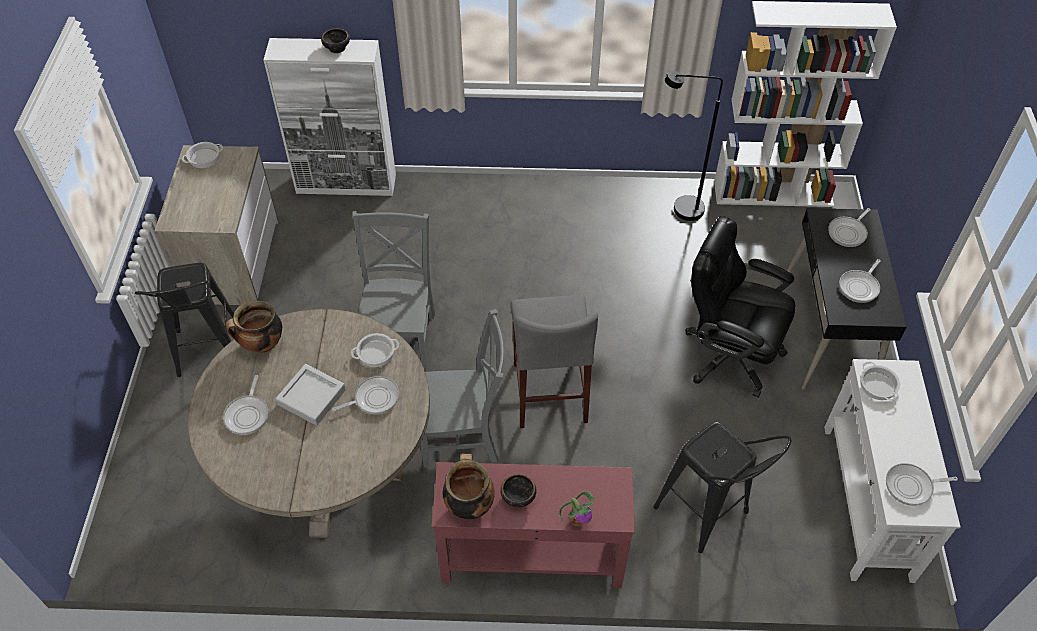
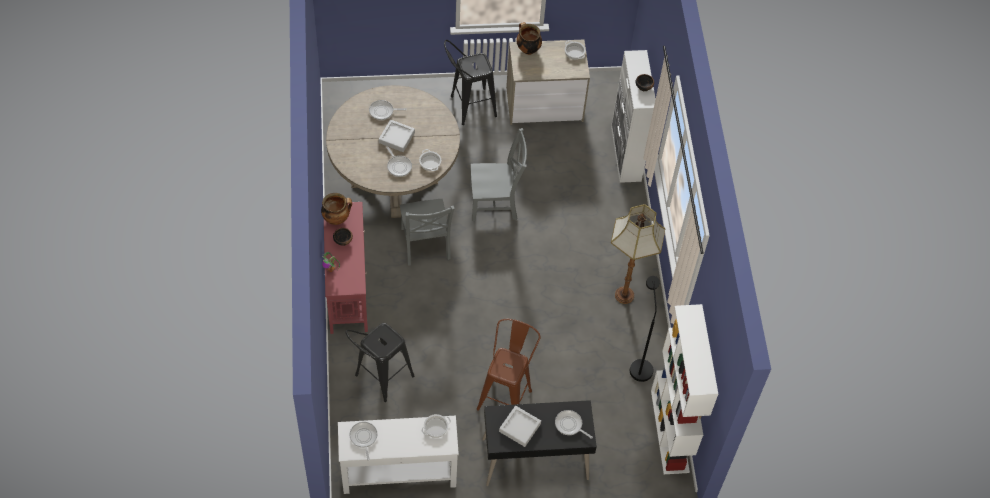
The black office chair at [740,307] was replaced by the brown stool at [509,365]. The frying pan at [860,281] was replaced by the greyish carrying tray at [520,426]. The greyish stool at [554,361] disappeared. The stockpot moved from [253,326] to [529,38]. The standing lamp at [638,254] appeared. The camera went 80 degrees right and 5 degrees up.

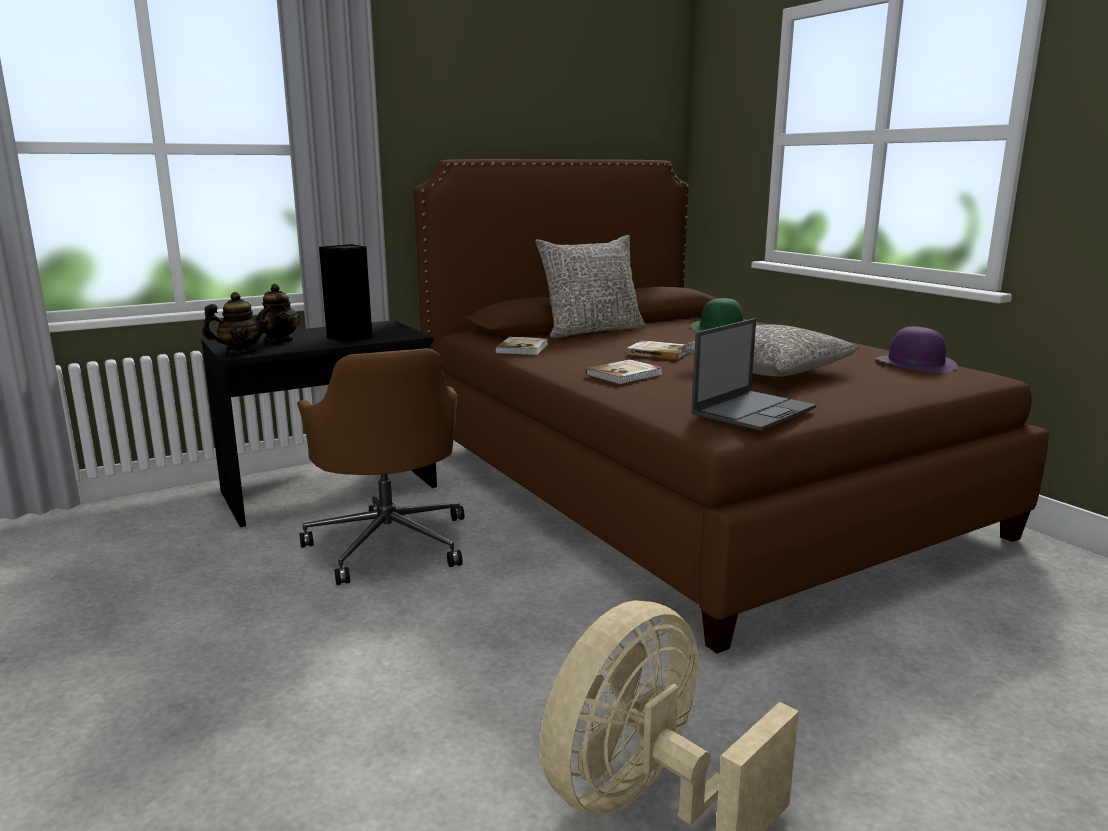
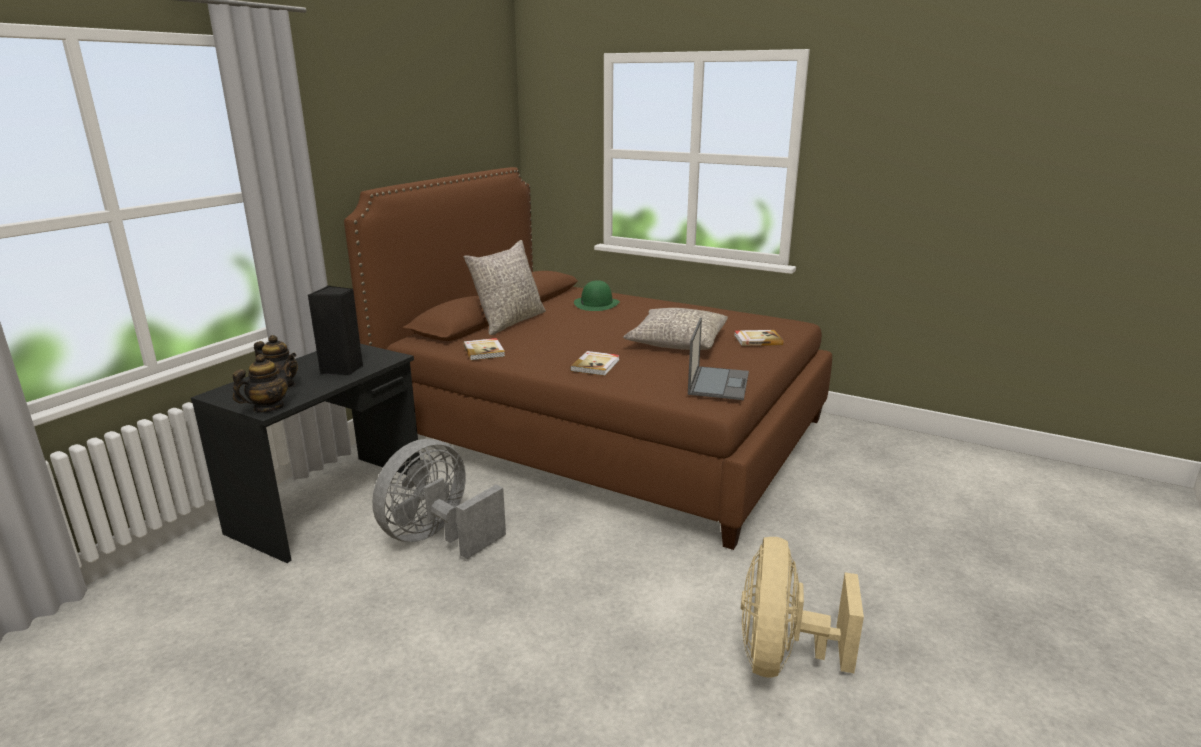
The purple-coloured hat at [917,349] disappeared. The volume moved from [657,350] to [759,338]. The brown office chair at [380,466] was replaced by the greyish electric fan at [439,499]. The camera went 30 degrees left and 5 degrees up.

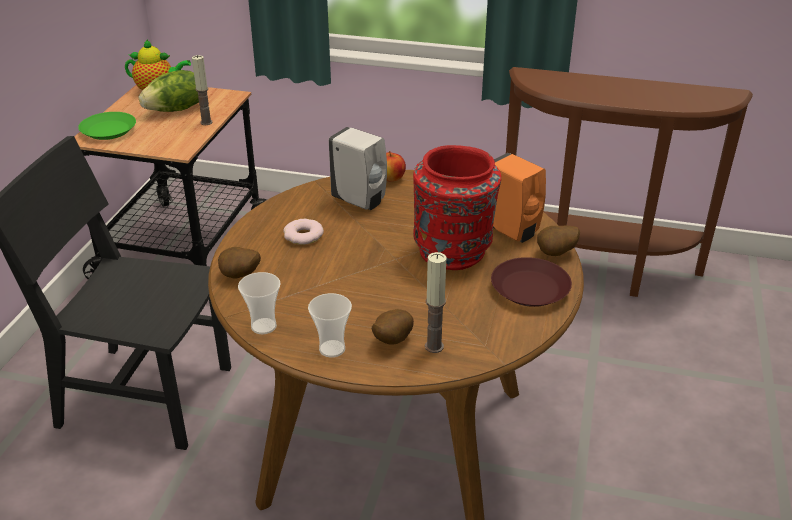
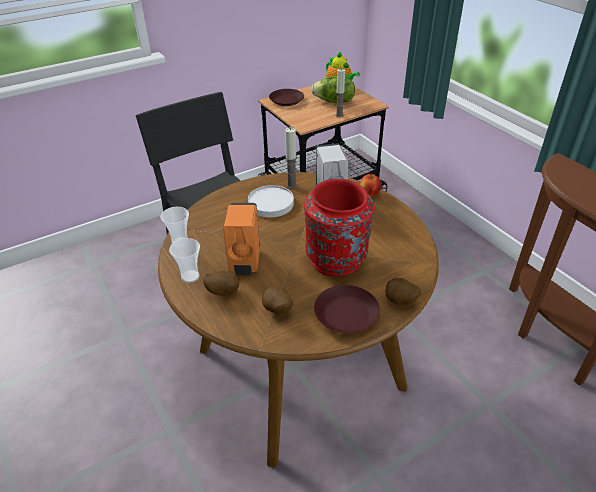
The green-coloured plate at [107,126] became the brown plate at [286,97]. The orangey soap dispenser moved from [519,198] to [241,239]. The doughnut at [303,232] was replaced by the white-coloured plate at [271,201]. The spud moved from [239,263] to [277,300]. The wax candle moved from [435,302] to [291,158]. The camera went 45 degrees right and 5 degrees up.

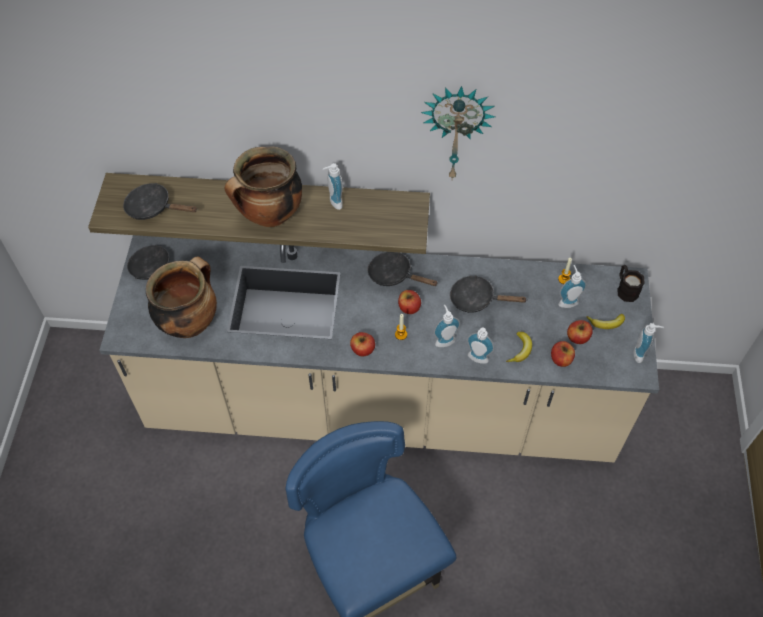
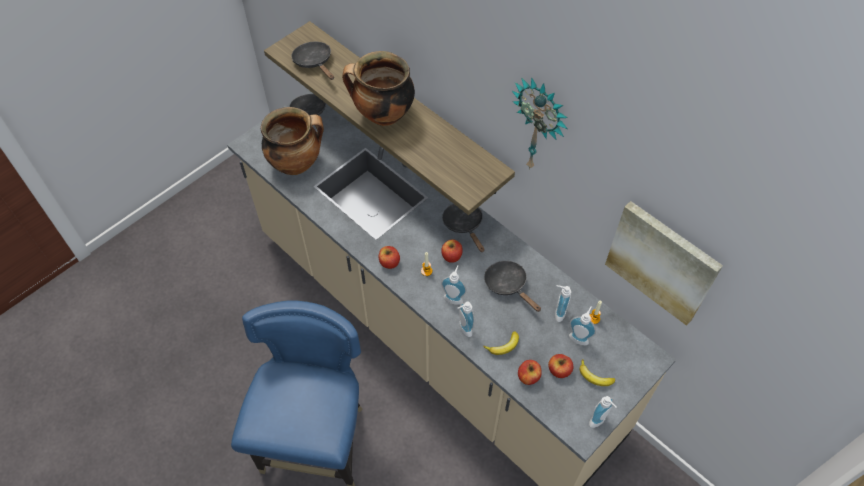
The soap dispenser moved from [333,186] to [563,303]. The black tea mug at [631,283] disappeared. The wall art at [664,263] appeared. The camera went 40 degrees right and 0 degrees up.

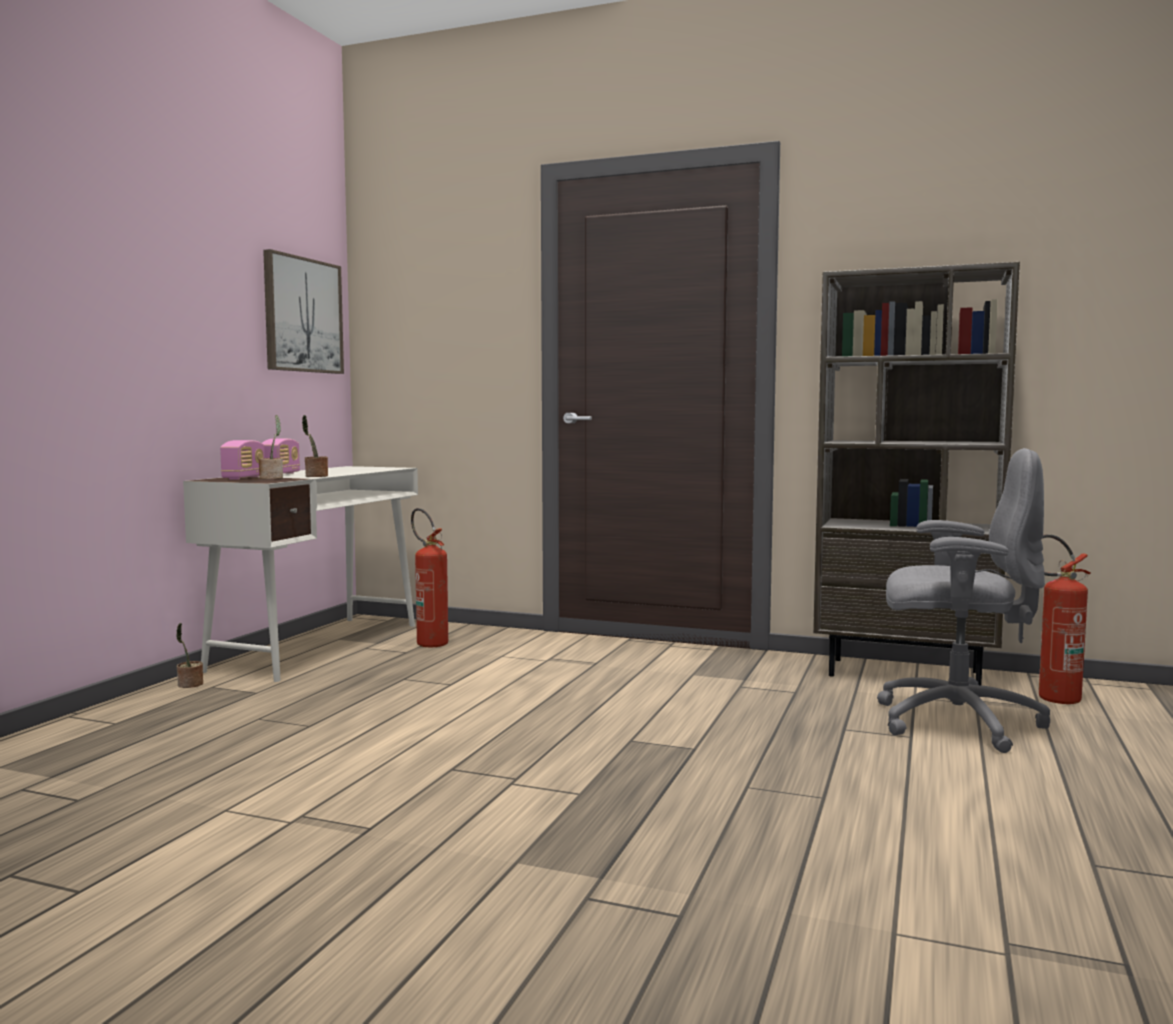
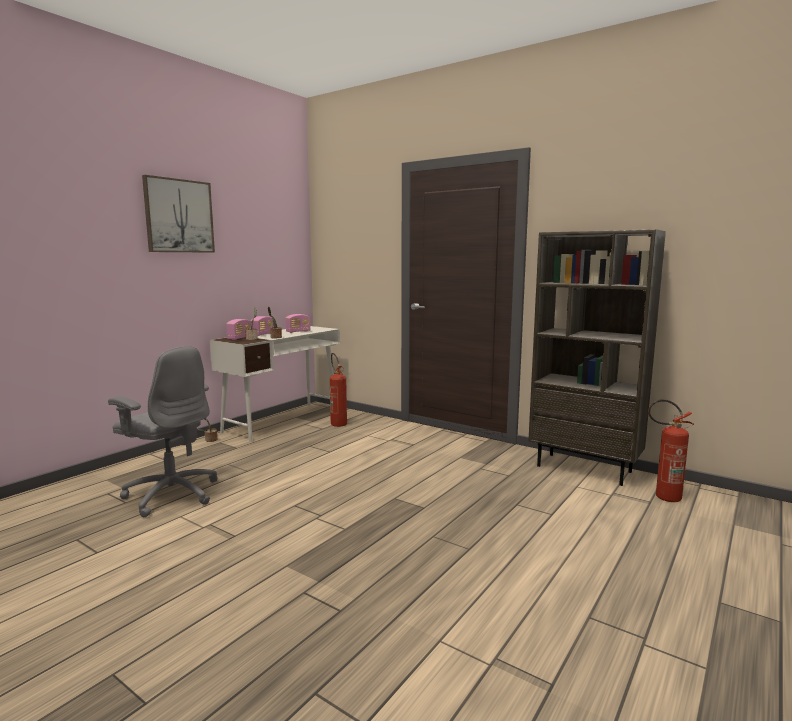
The wall art moved from [303,311] to [178,214]. The greyish office chair moved from [963,600] to [163,431]. The radio at [298,323] appeared. The camera went 15 degrees right and 5 degrees up.

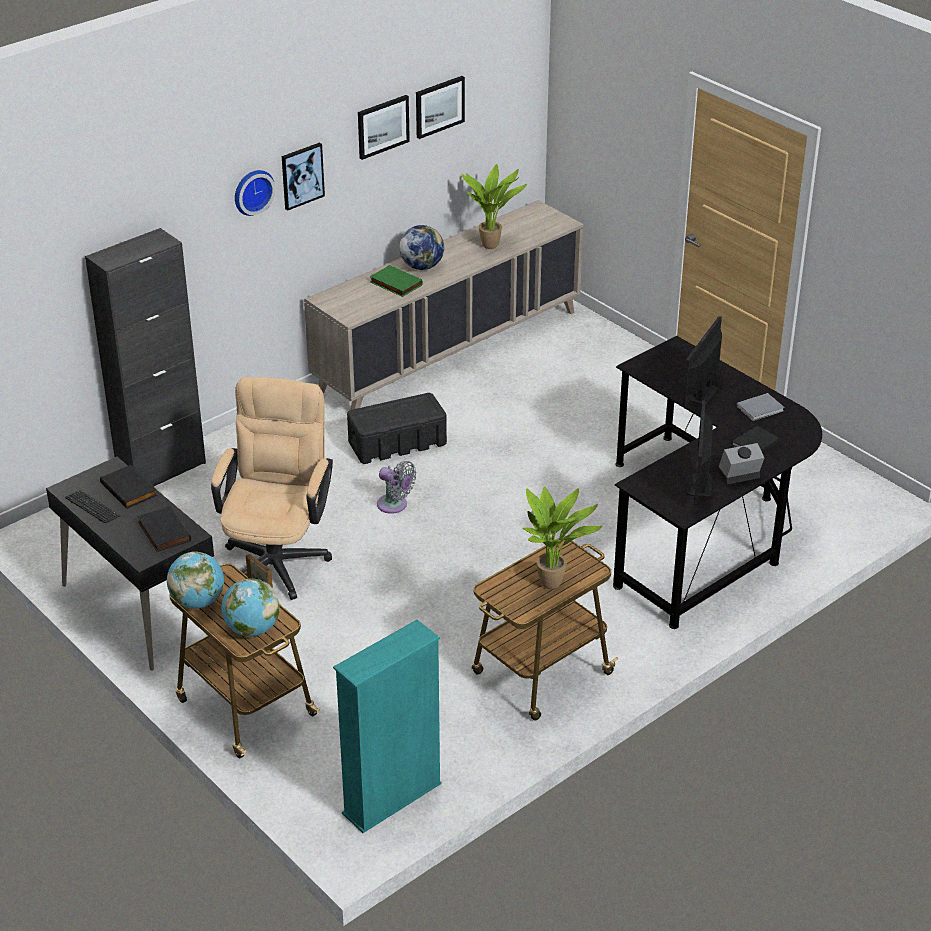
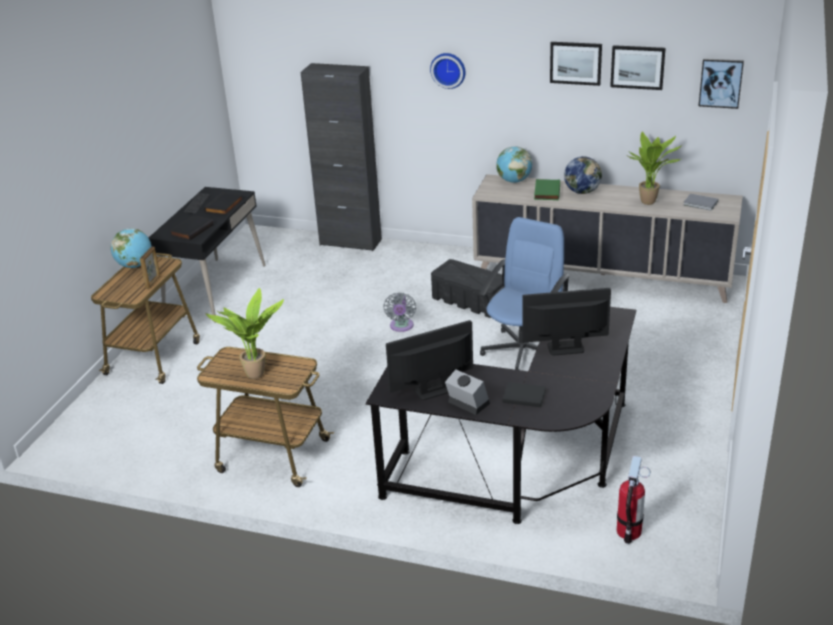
The wall art moved from [303,176] to [721,83]. The beige office chair at [272,488] disappeared. The greyish volume moved from [760,407] to [700,202]. The desk globe moved from [250,607] to [514,164]. The turquoise bookshelf at [387,726] disappeared. The bluish office chair at [524,293] appeared. The fire-fighting cylinder at [633,500] appeared. The camera went 60 degrees right and 5 degrees down.

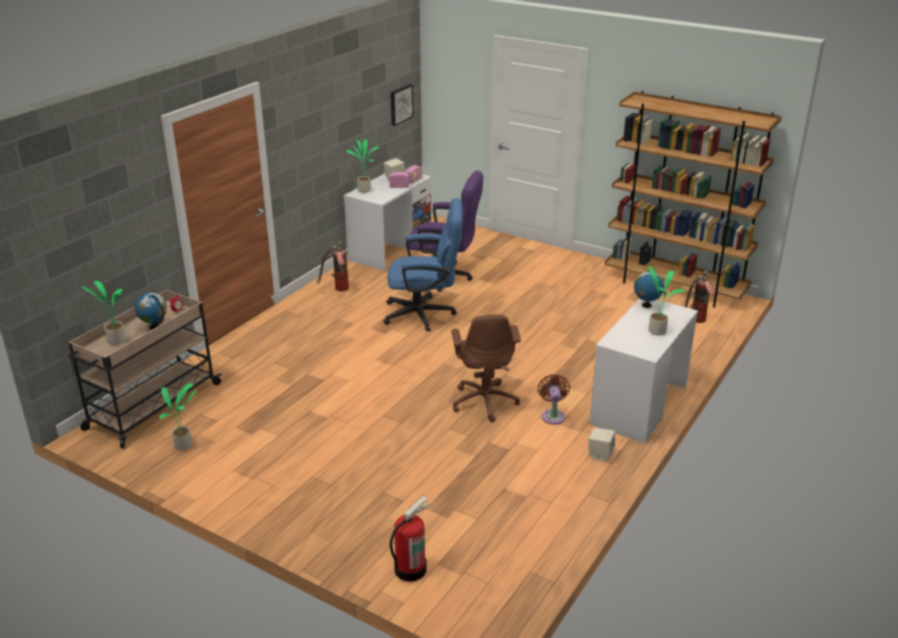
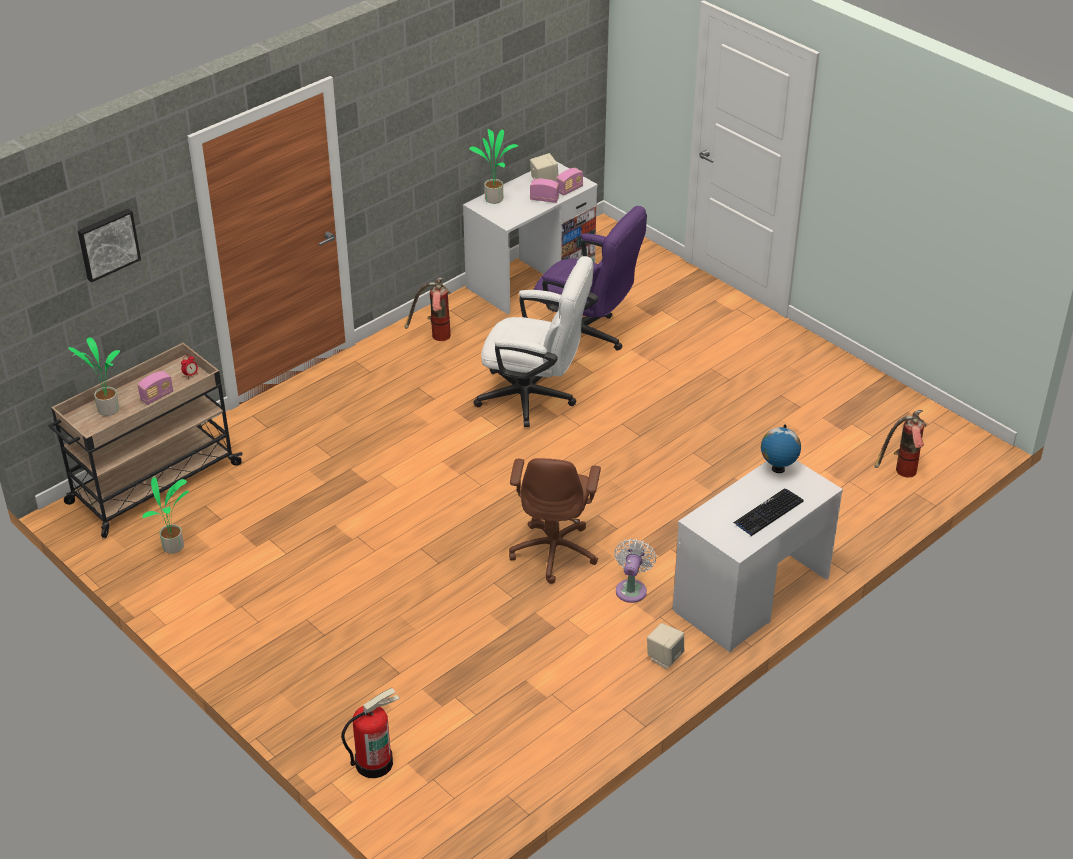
The wall art moved from [402,105] to [109,245]. The brown bookshelf at [693,199] disappeared. The bluish office chair at [423,264] became the white-coloured office chair at [534,341]. The potted plant at [665,301] was replaced by the PC keyboard at [768,512]. The desk globe at [151,311] was replaced by the radio at [155,388]. The brown electric fan at [553,399] became the white-coloured electric fan at [635,570]. The camera went 15 degrees right and 10 degrees up.

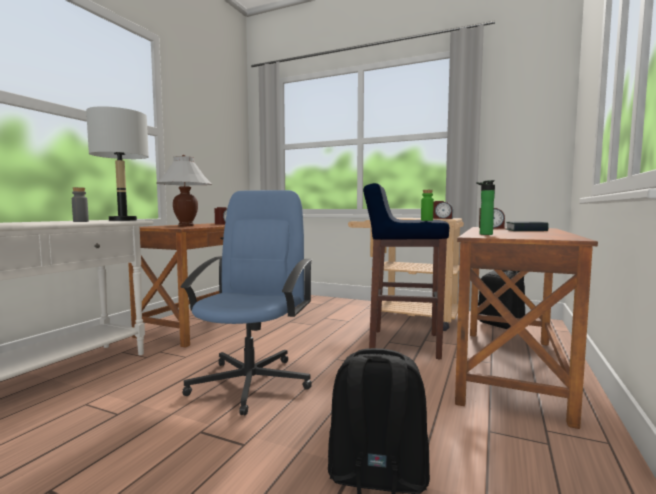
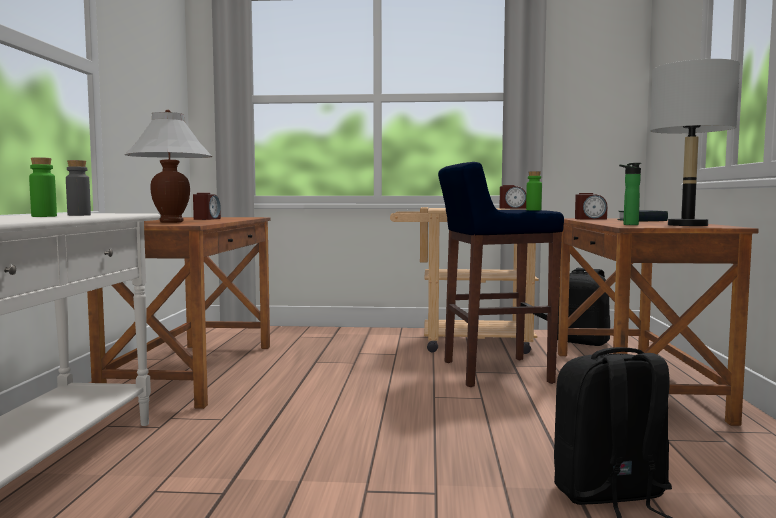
The greyish tabletop lamp moved from [117,163] to [695,142]. The bluish office chair at [246,303] disappeared. The green-coloured drink bottle at [43,187] appeared. The camera went 20 degrees left and 0 degrees up.

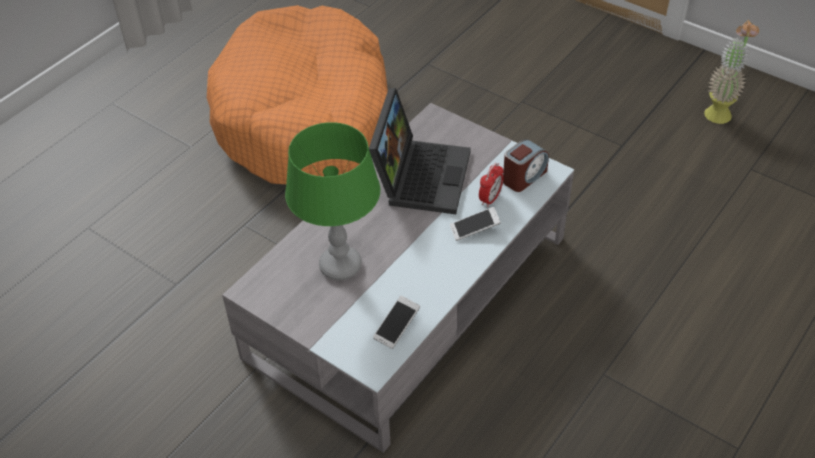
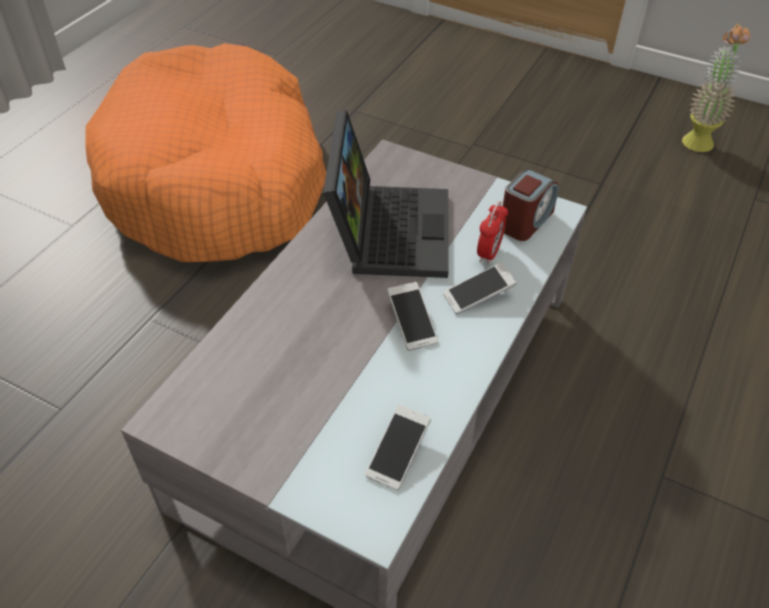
The green-coloured tabletop lamp at [332,201] disappeared. The handset at [412,316] appeared. The camera went 10 degrees left and 0 degrees up.

